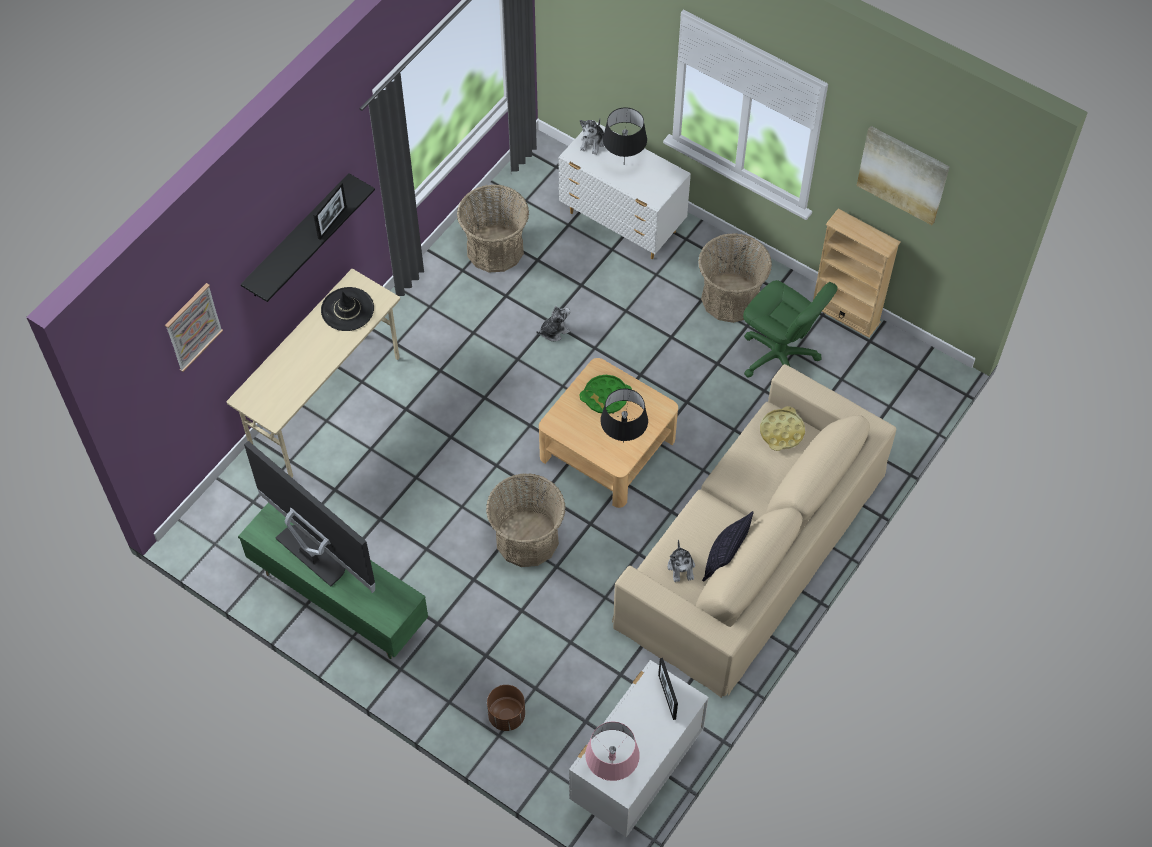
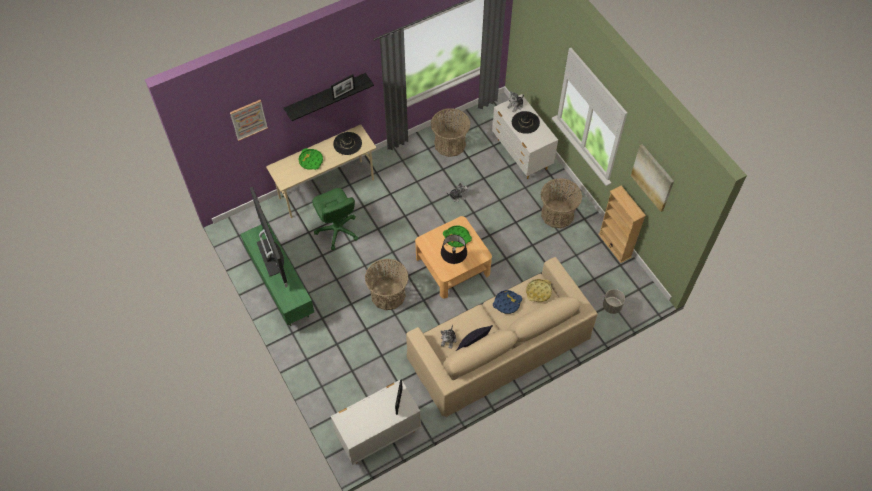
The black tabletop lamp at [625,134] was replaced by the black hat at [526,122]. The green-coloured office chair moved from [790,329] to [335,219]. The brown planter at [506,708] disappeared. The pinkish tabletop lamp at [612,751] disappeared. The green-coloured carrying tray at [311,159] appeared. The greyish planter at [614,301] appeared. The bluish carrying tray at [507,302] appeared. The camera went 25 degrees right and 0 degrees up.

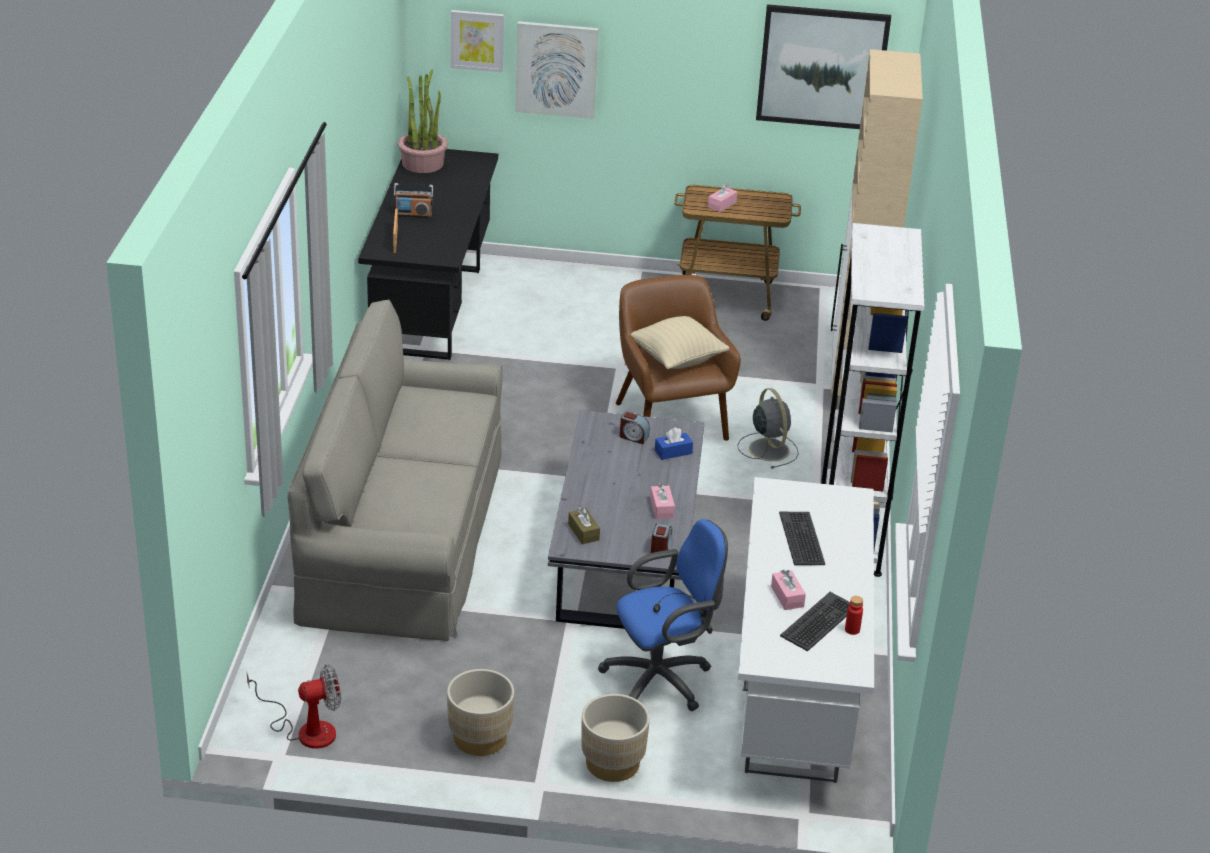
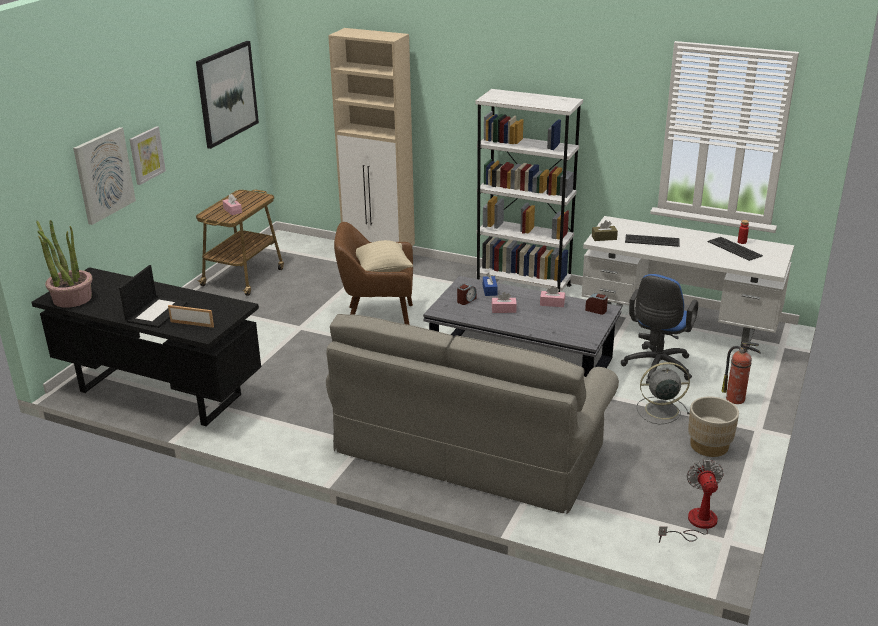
The wall art moved from [477,41] to [148,156]. The radio at [413,200] was replaced by the notebook computer at [153,296]. The greyish electric fan moved from [768,428] to [663,393]. The brown tissue holder moved from [584,526] to [605,230]. The bluish office chair at [663,615] turned 150 degrees counterclockwise. The pinkish tissue holder moved from [788,590] to [504,302]. The beige planter at [615,738] was replaced by the fire-fighting cylinder at [741,373]. The camera went 70 degrees left and 5 degrees down.

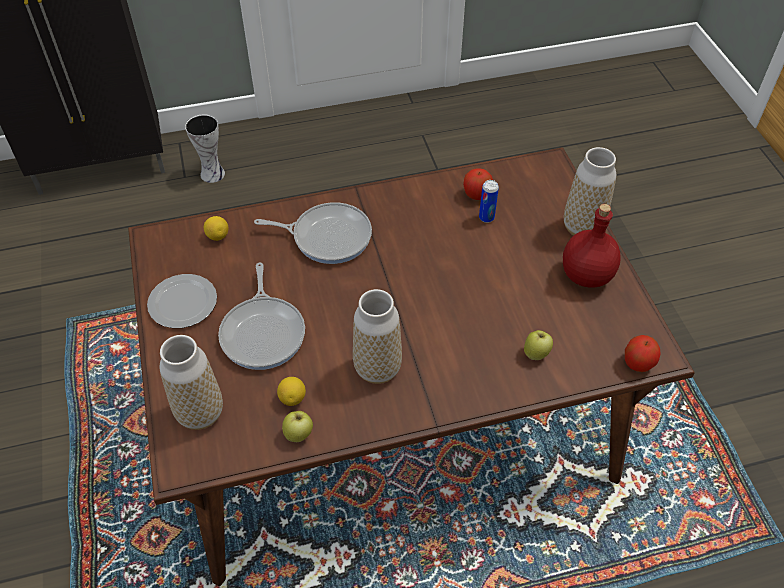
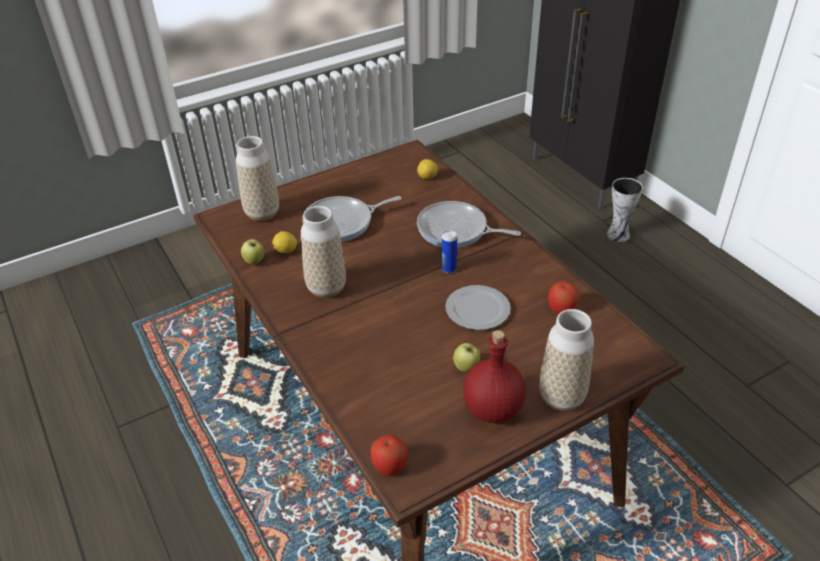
The metal can moved from [489,201] to [449,251]. The frying pan at [313,233] turned 120 degrees clockwise. The plate moved from [182,301] to [478,307]. The apple fruit moved from [538,345] to [466,357]. The camera went 75 degrees right and 10 degrees down.

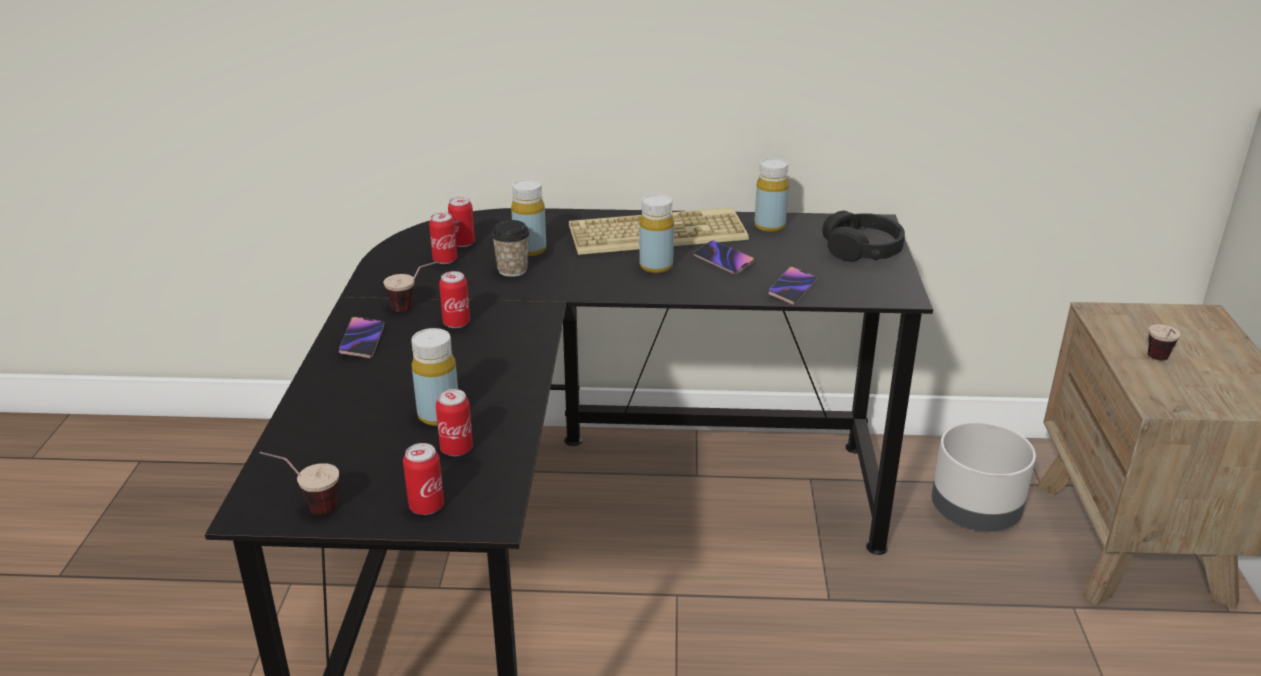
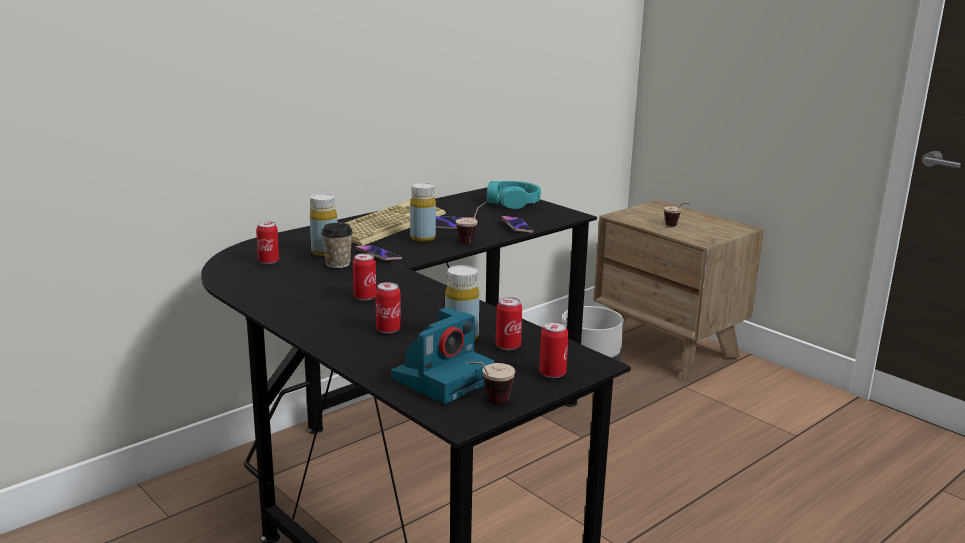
The yellow drink bottle at [771,195] disappeared. The black pair of headphones at [863,236] became the turquoise pair of headphones at [514,195]. The metal can moved from [443,238] to [388,308]. The drinking cup moved from [410,286] to [471,222]. The handset moved from [361,337] to [378,252]. The photo camera at [443,356] appeared. The camera went 45 degrees left and 10 degrees down.

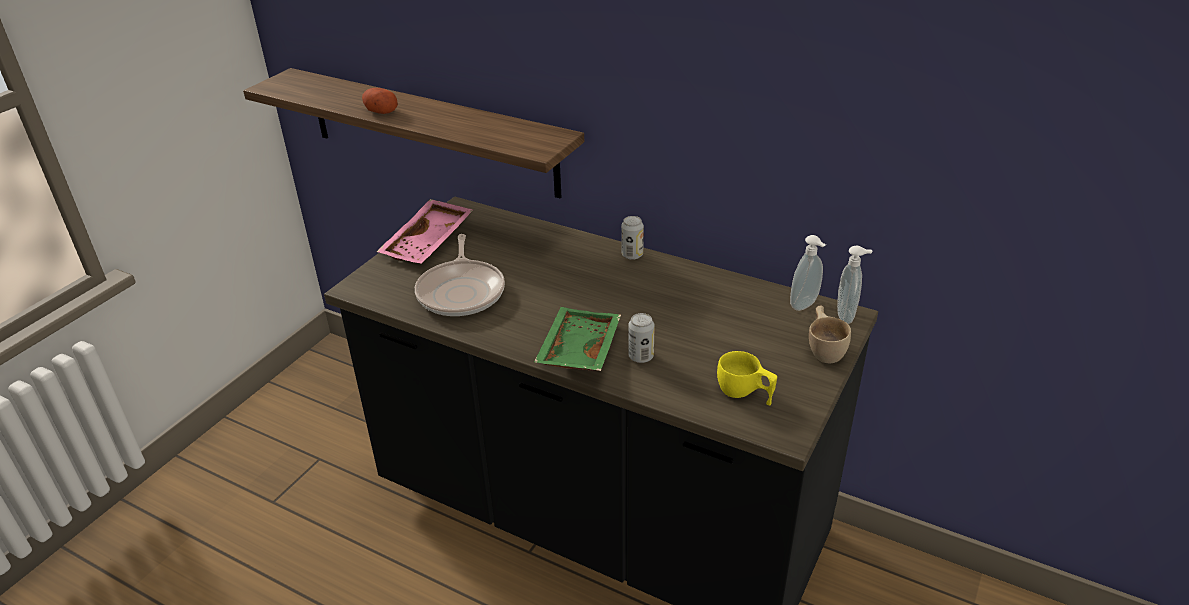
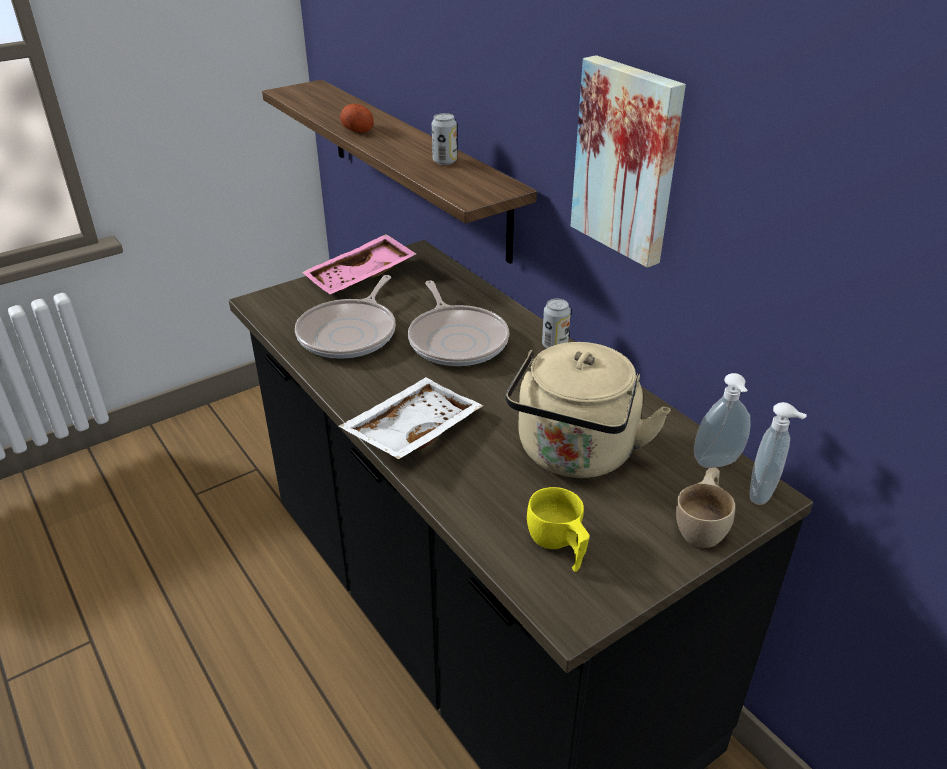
The green-coloured carrying tray at [577,339] became the white-coloured carrying tray at [410,418]. The metal can moved from [641,338] to [444,139]. The wall art at [628,161] appeared. The frying pan at [458,323] appeared. The beige water kettle at [588,410] appeared. The camera went 25 degrees right and 0 degrees up.

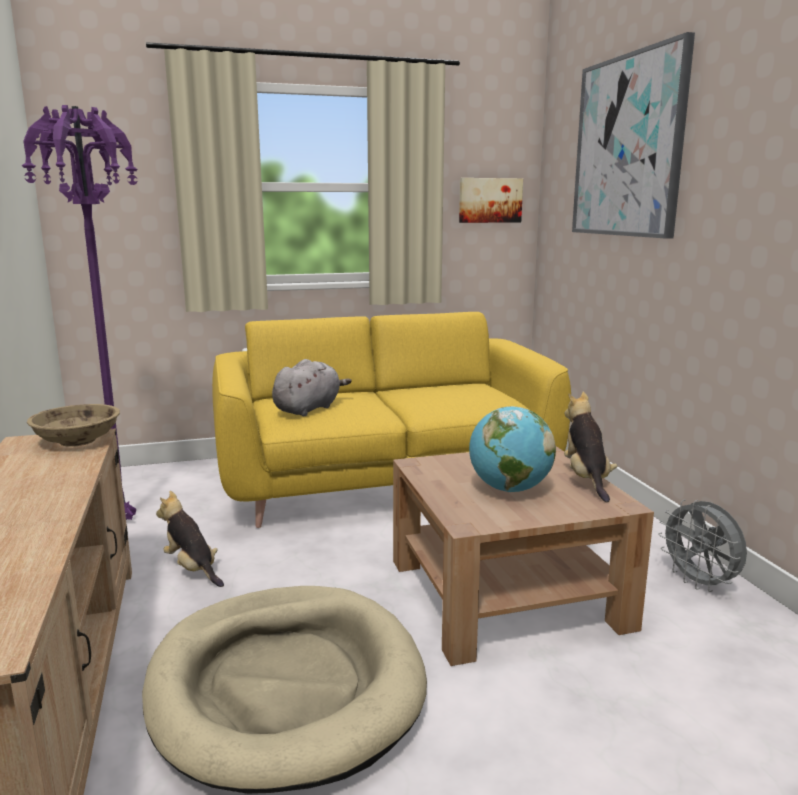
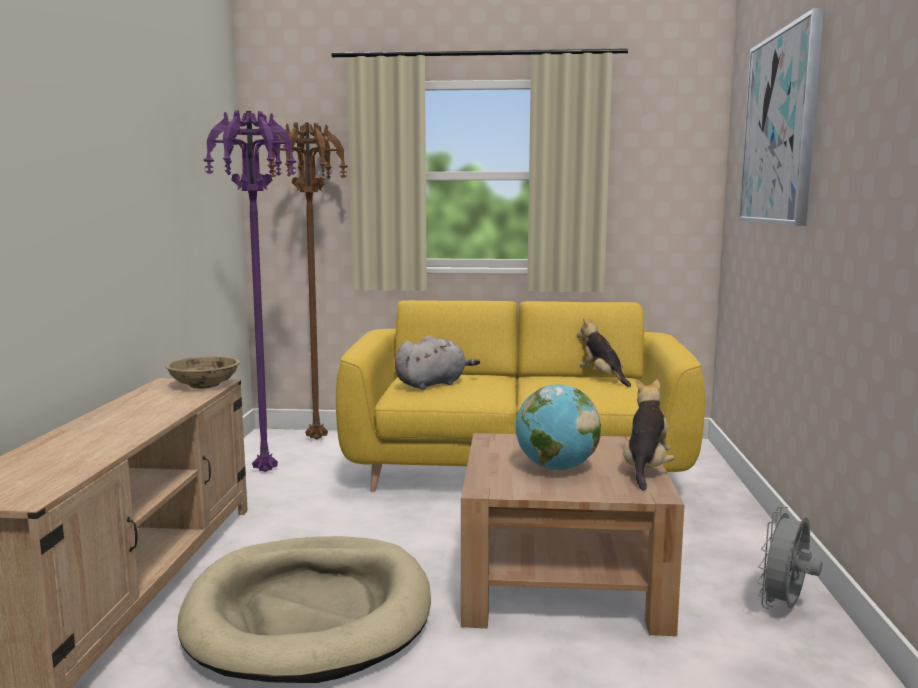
The wall art at [491,200] disappeared. The cuddly toy moved from [190,539] to [603,352]. The greyish electric fan at [702,545] turned 45 degrees clockwise. The brown standing lamp at [308,281] appeared. The camera went 20 degrees right and 5 degrees down.

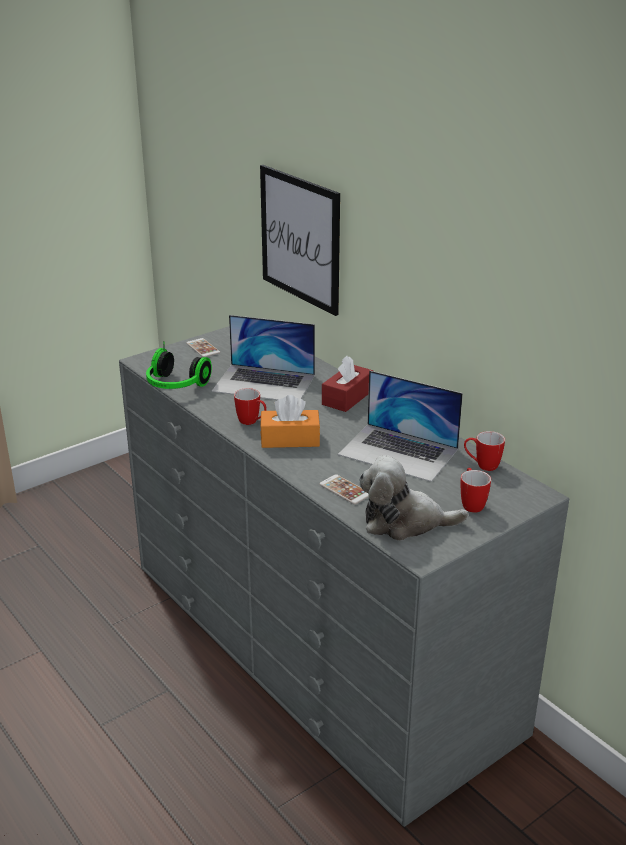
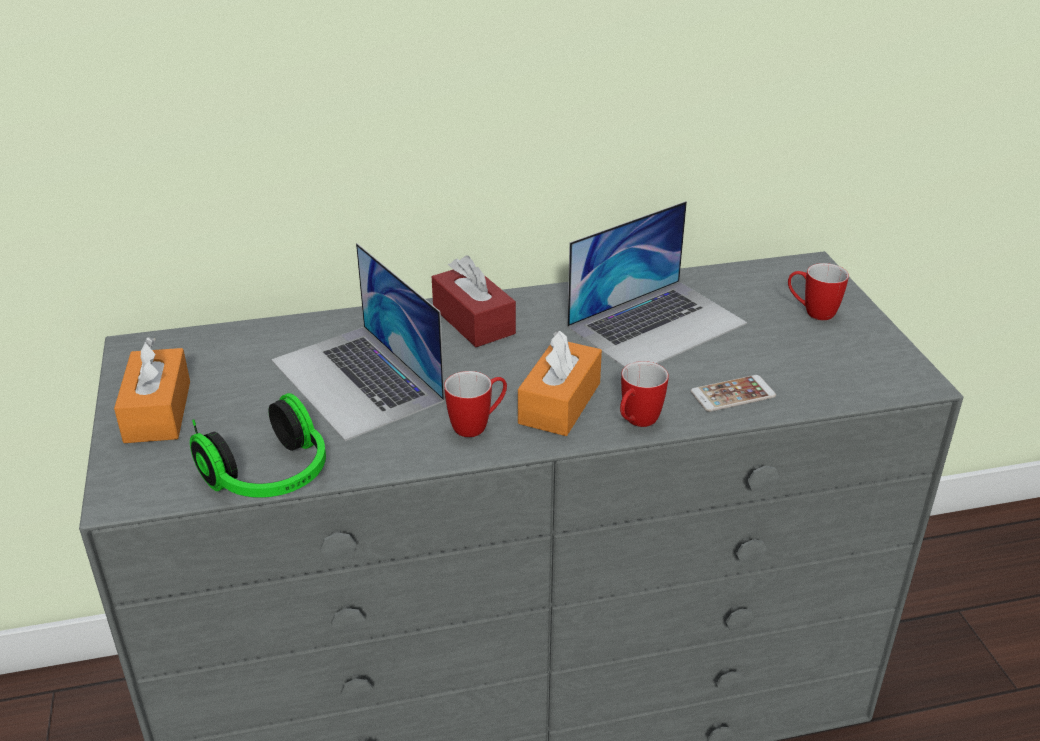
The wall art at [300,240] disappeared. The notebook computer at [263,357] turned 105 degrees clockwise. The handset at [203,347] was replaced by the orangey tissue holder at [152,390]. The tea mug moved from [484,451] to [644,394]. The cuddly toy at [414,498] disappeared. The camera went 65 degrees left and 5 degrees up.

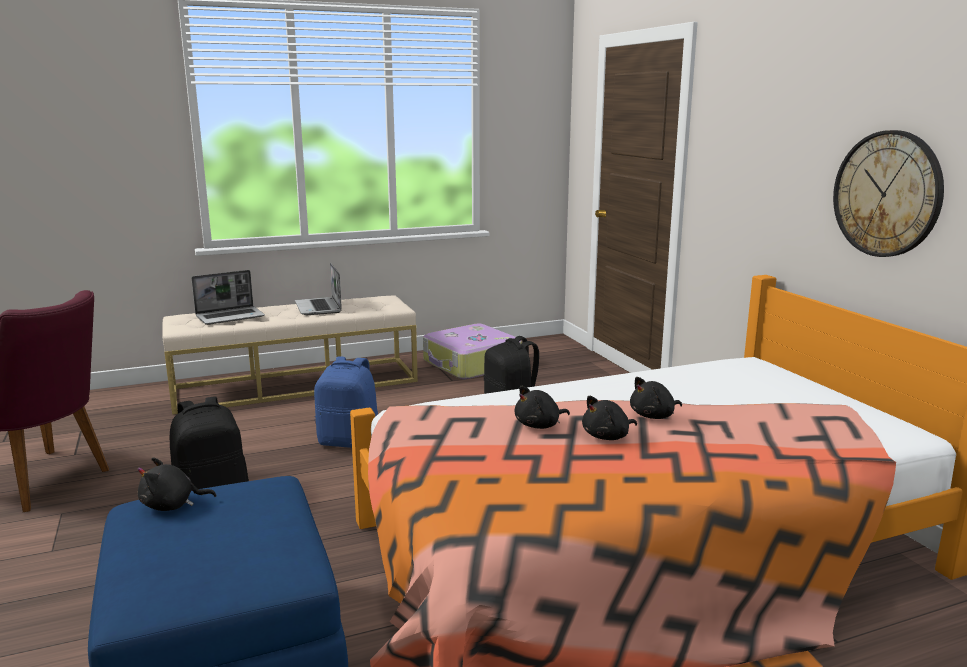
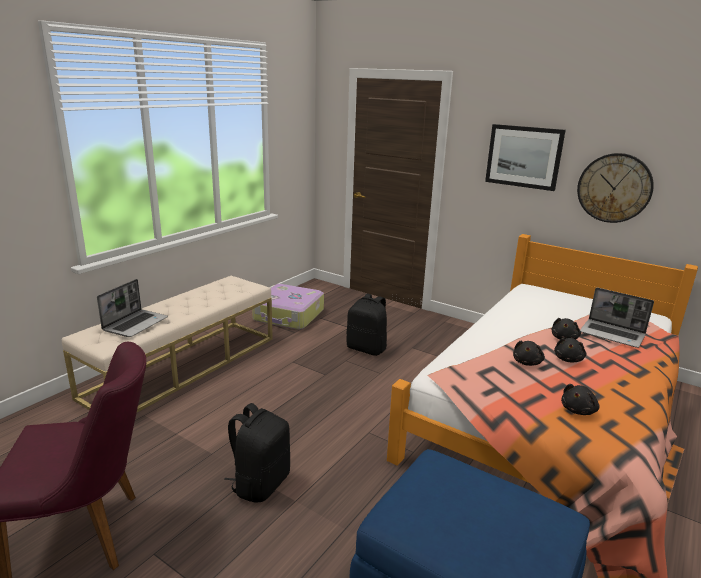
The notebook computer moved from [318,288] to [617,317]. The bluish backpack at [346,402] disappeared. The black cuddly toy moved from [177,484] to [580,399]. The wall art at [525,157] appeared. The camera went 35 degrees left and 5 degrees up.

